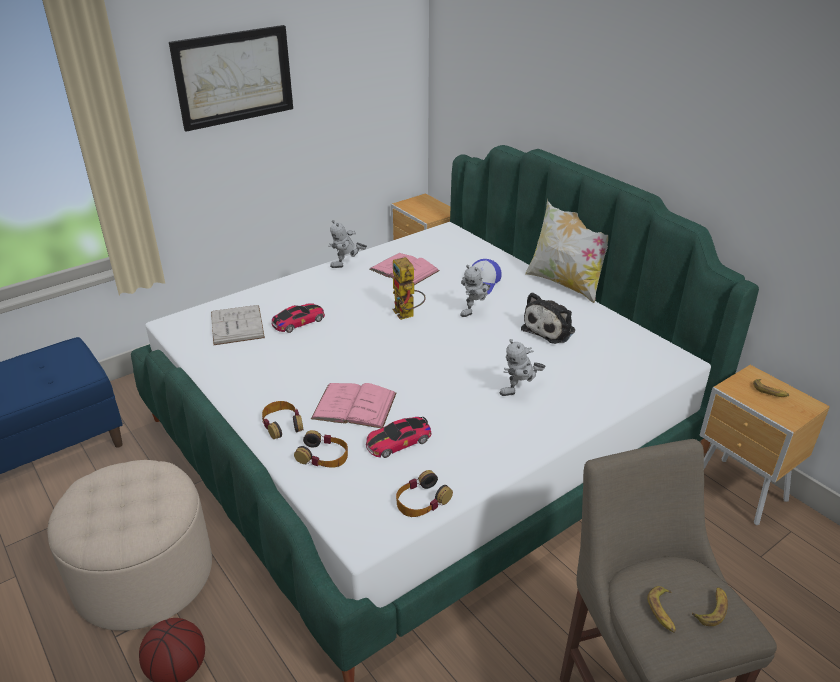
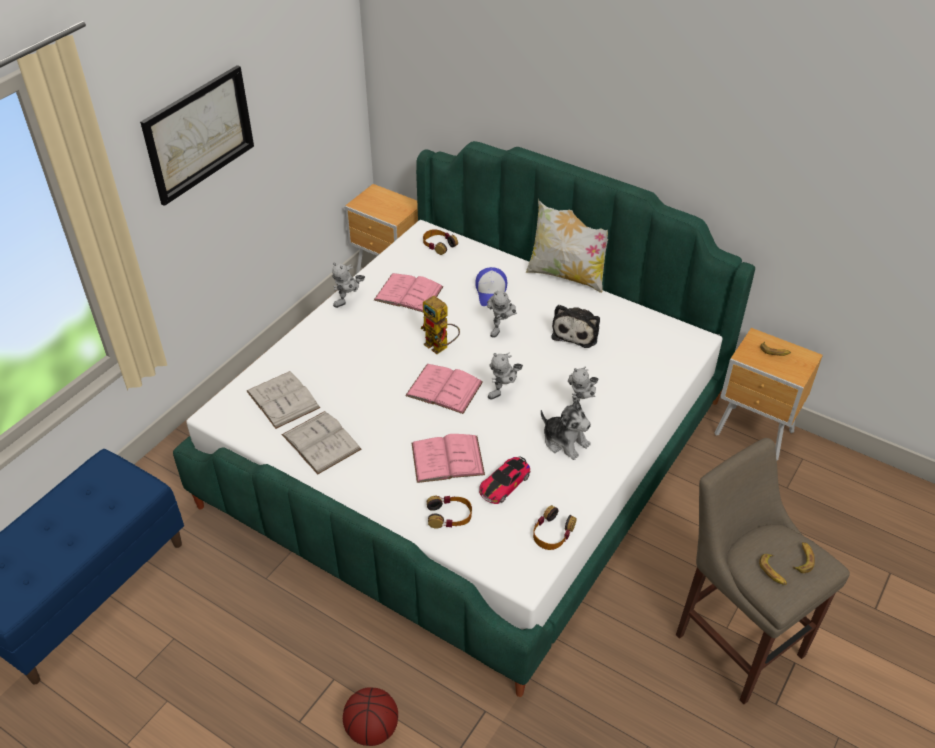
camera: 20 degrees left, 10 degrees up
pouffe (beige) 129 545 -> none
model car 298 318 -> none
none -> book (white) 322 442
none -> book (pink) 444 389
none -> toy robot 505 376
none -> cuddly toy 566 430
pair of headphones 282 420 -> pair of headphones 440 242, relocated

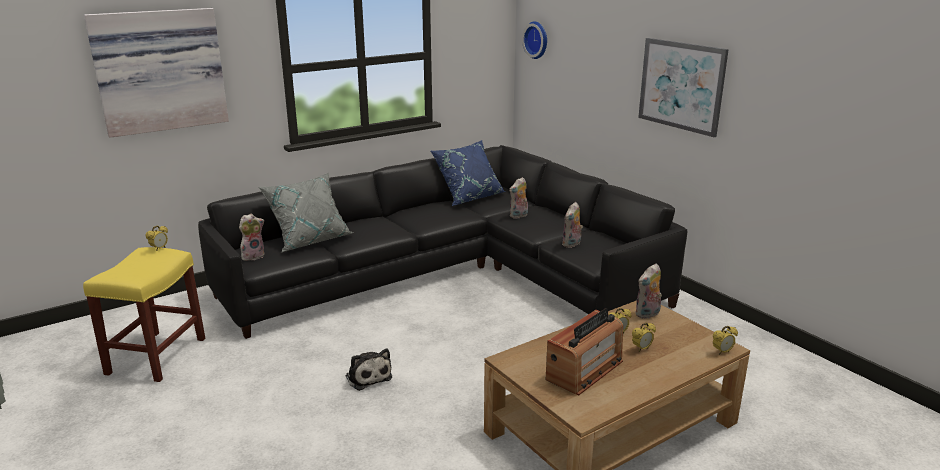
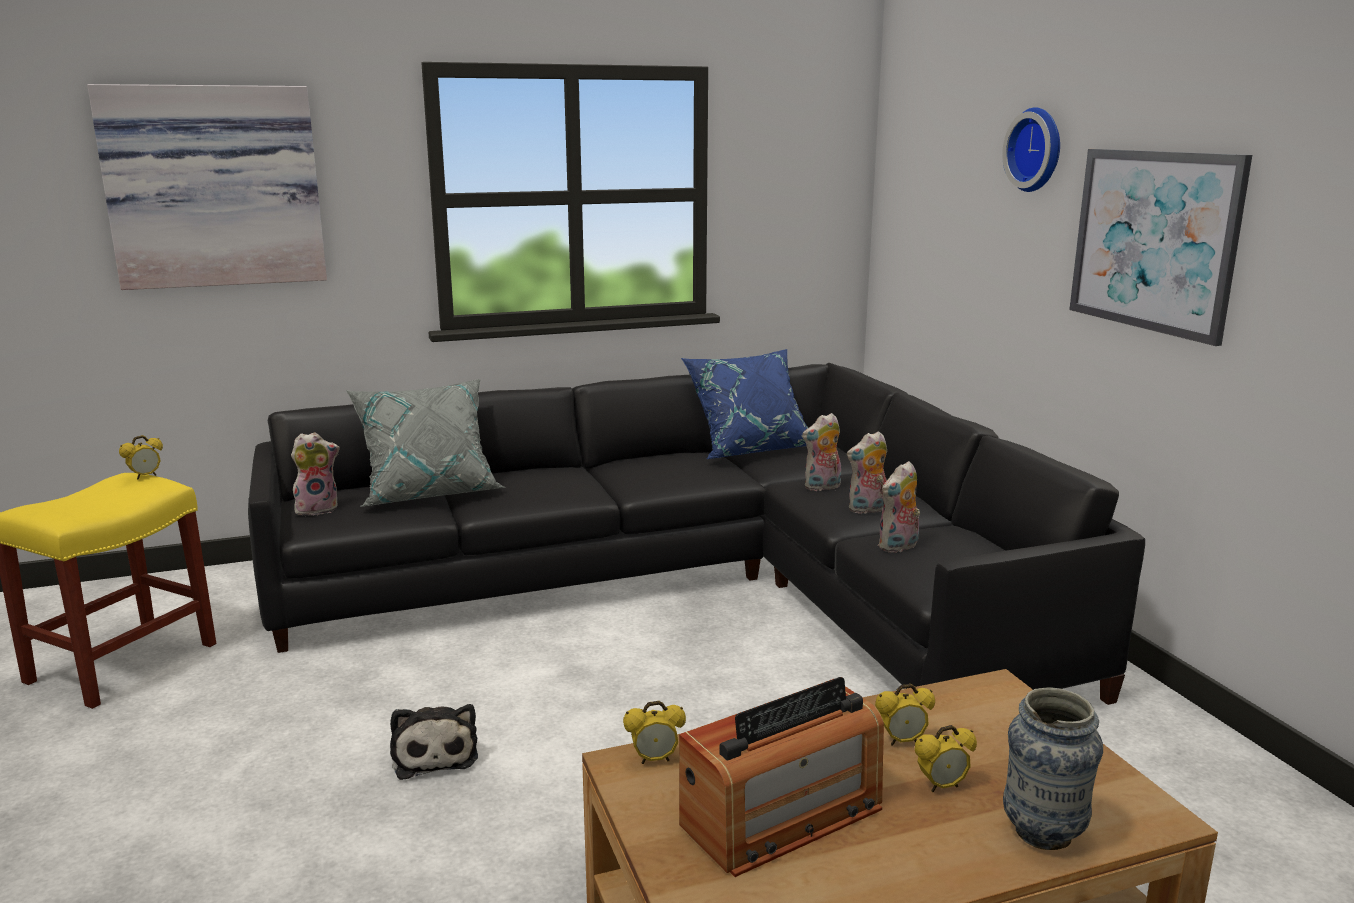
camera: 15 degrees right, 5 degrees down
none -> vase 1053 768
clock on the wall 534 40 -> clock on the wall 1031 149, relocated
cuddly toy 648 291 -> cuddly toy 867 472, relocated
bedside clock 725 340 -> bedside clock 654 732, relocated

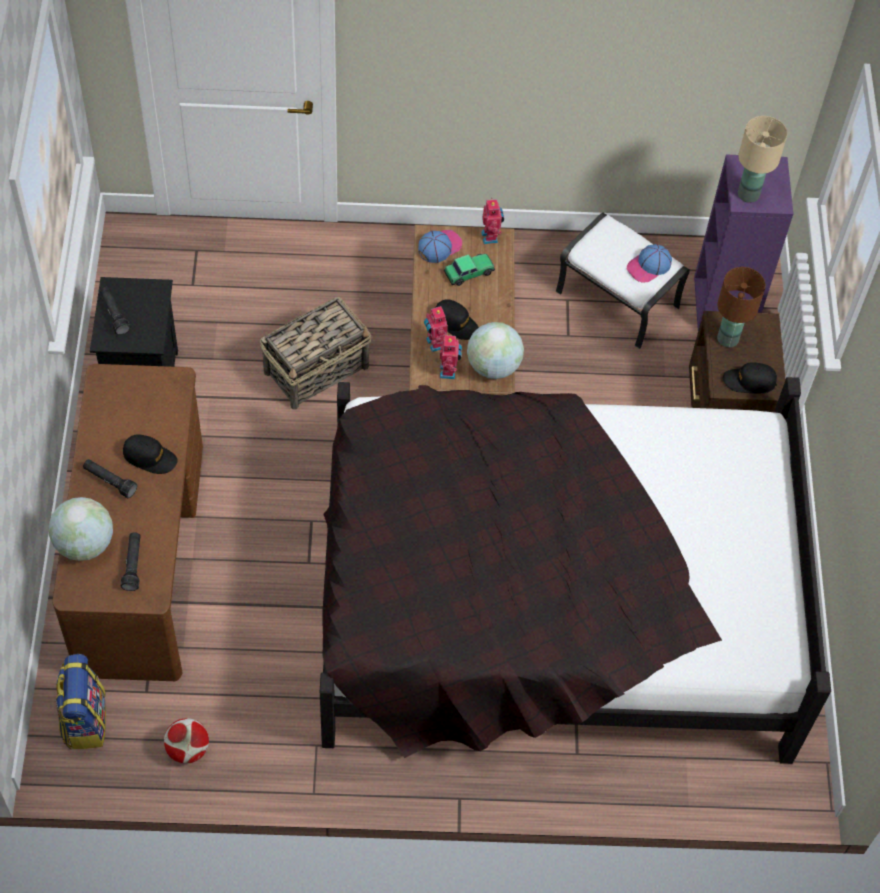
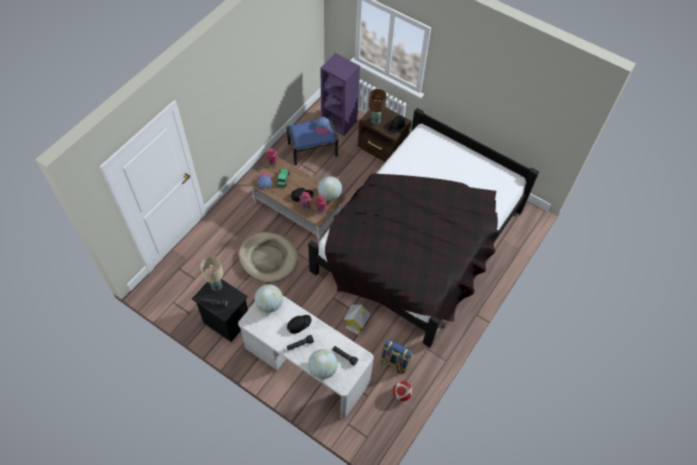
camera: 55 degrees left, 0 degrees up
none -> globe 268 298
none -> toy house 357 320
rucksack 81 701 -> rucksack 397 356, relocated
table lamp (beige) 762 159 -> table lamp (beige) 211 274, relocated
basket 315 353 -> dog bed (beige) 268 257
desk table (brown) 127 522 -> desk table (white) 306 357
pouffe (white) 623 281 -> pouffe (blue-coloured) 312 142

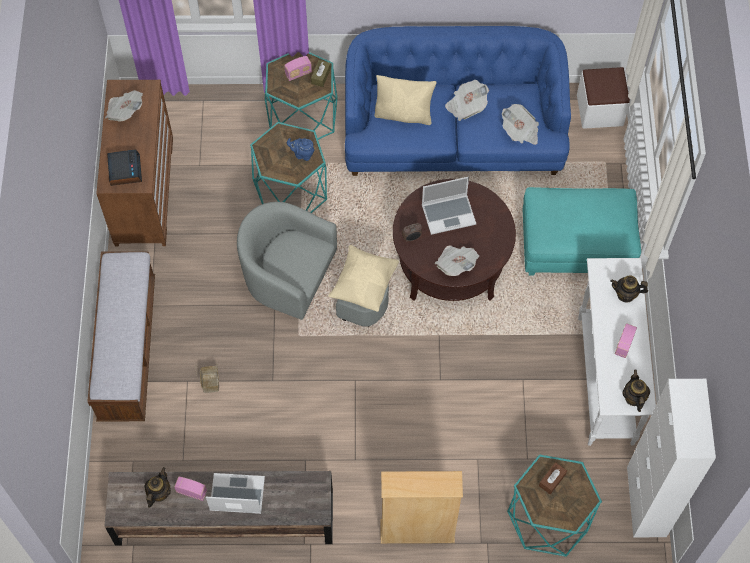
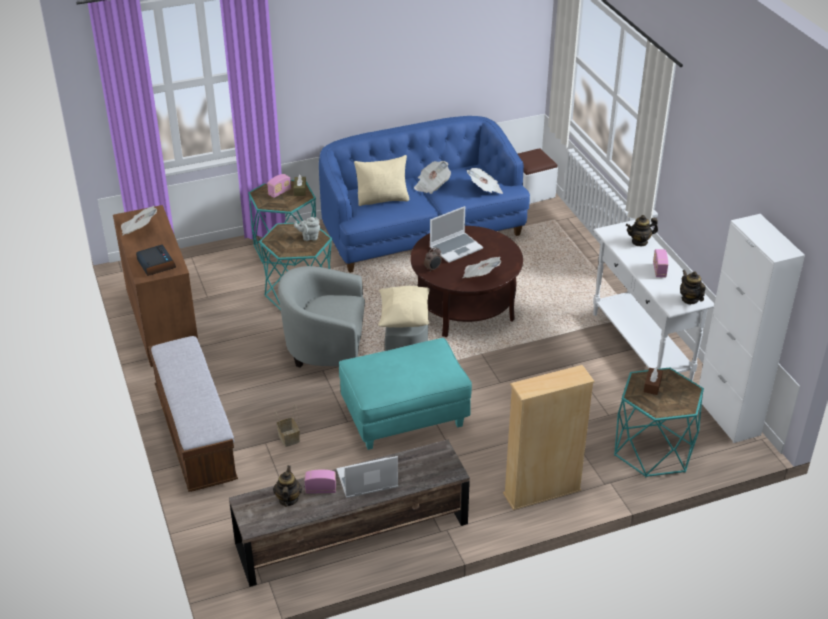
camera: 20 degrees left, 25 degrees down
pouffe (turquoise-coloured) 581 231 -> pouffe (turquoise-coloured) 405 394, relocated
tea pot (blue-coloured) 301 149 -> tea pot (greyish) 307 229

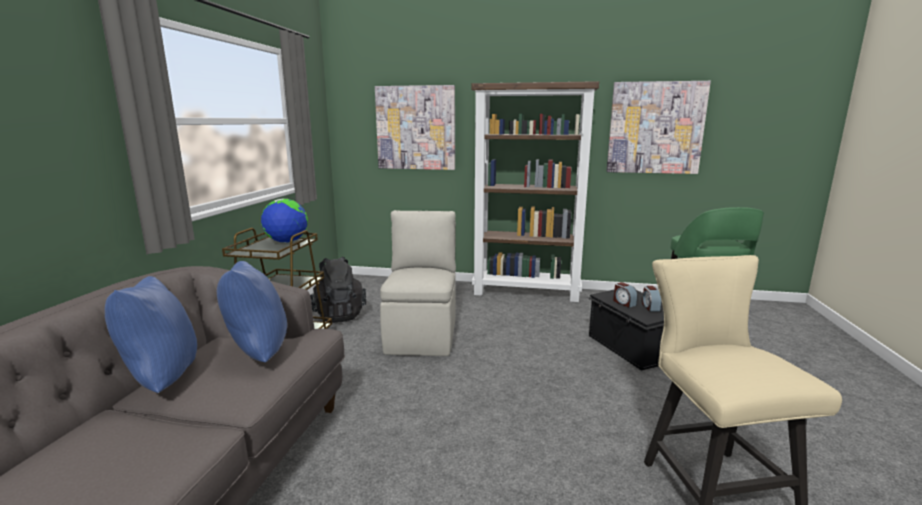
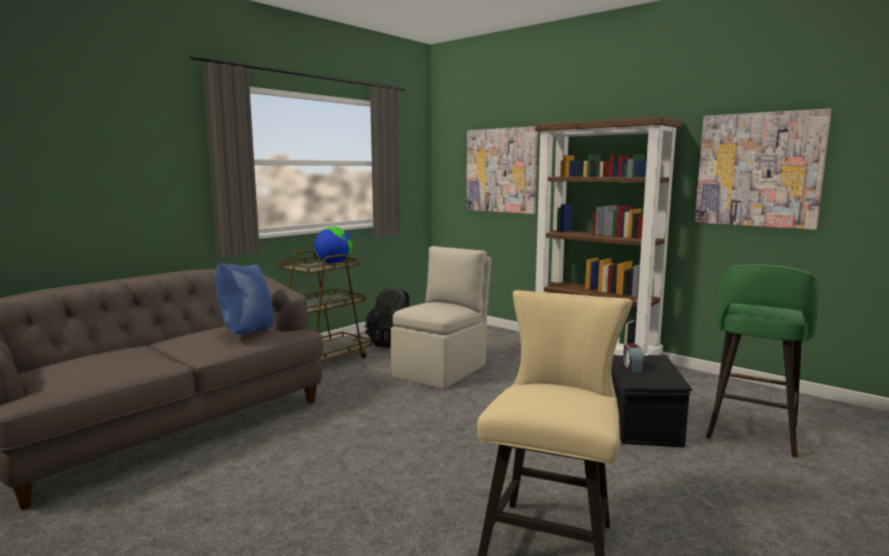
camera: 30 degrees right, 5 degrees down
throw pillow (blue-coloured) 151 334 -> none
bedside clock 652 299 -> none

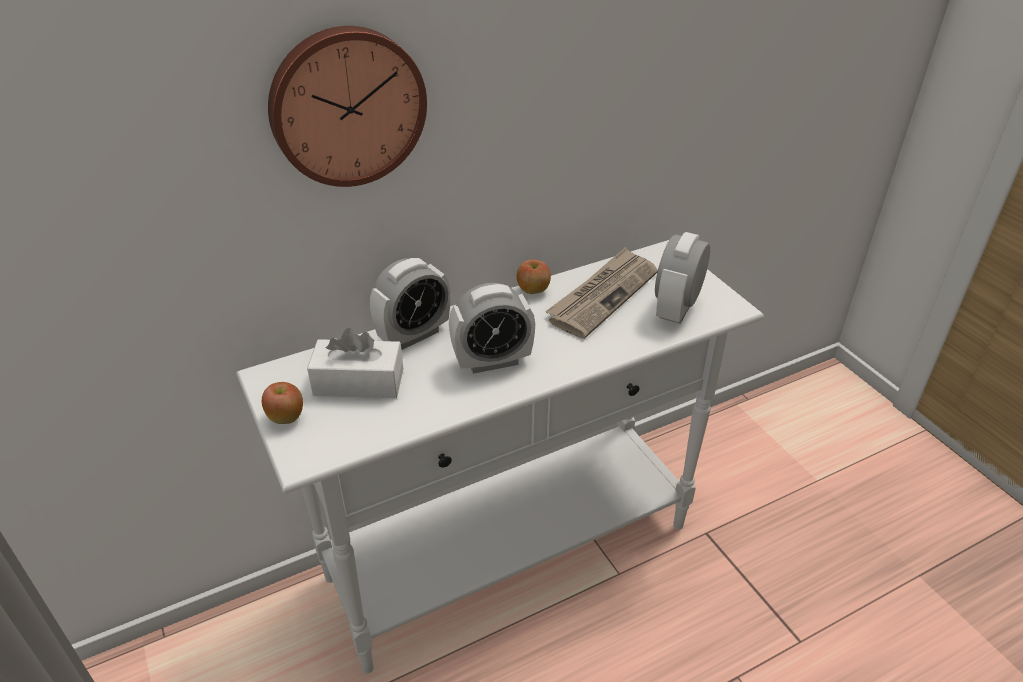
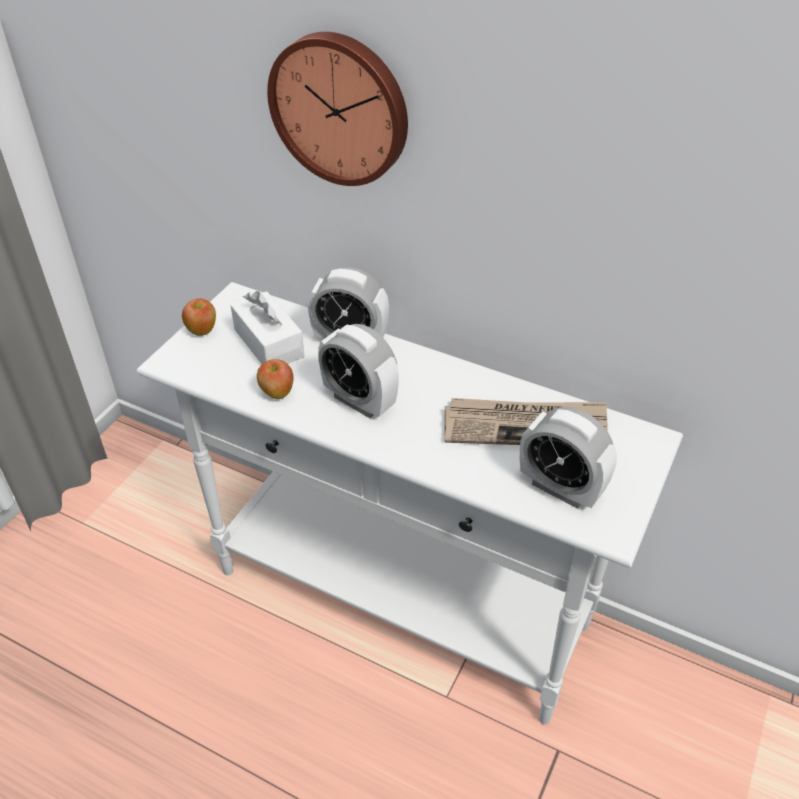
camera: 55 degrees right, 5 degrees up
apple fruit 534 276 -> apple fruit 275 379, relocated
bedside clock 682 278 -> bedside clock 568 458, 135 degrees counterclockwise

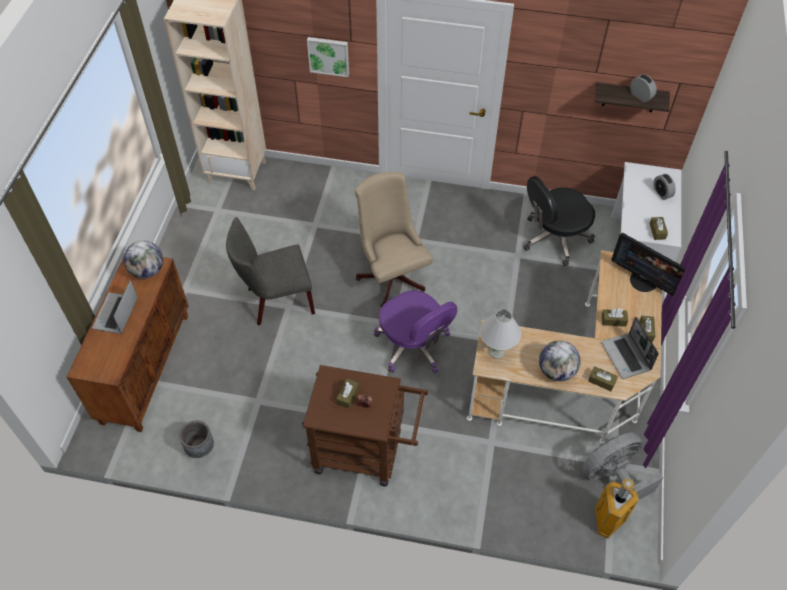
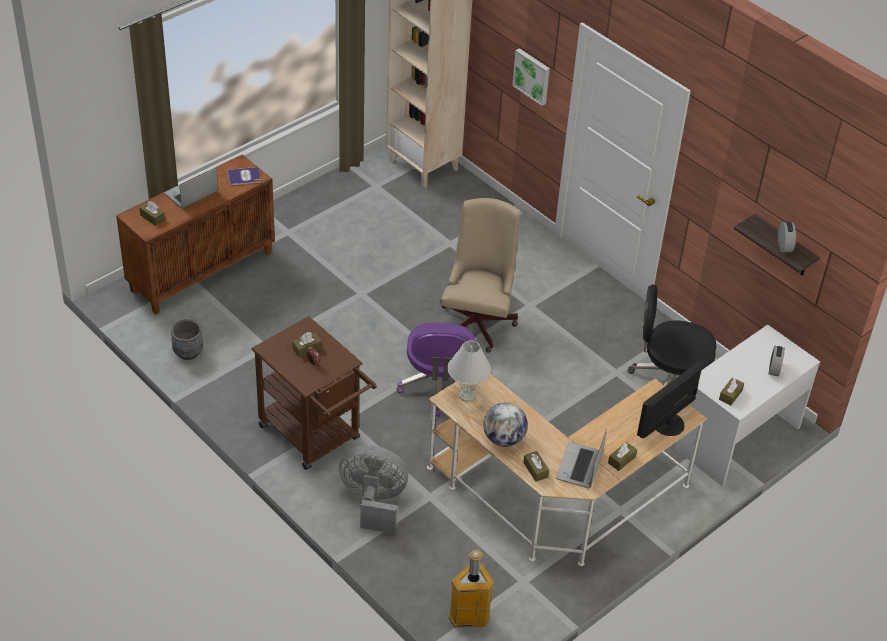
camera: 35 degrees right, 10 degrees down
upright chair (greyish) 270 271 -> none
electric fan (greyish) 623 466 -> electric fan (greyish) 373 489, relocated
tissue box (brown) 615 317 -> tissue box (brown) 152 213, relocated
globe 143 260 -> book 244 176
computer display 648 264 -> computer display 670 399, 60 degrees clockwise

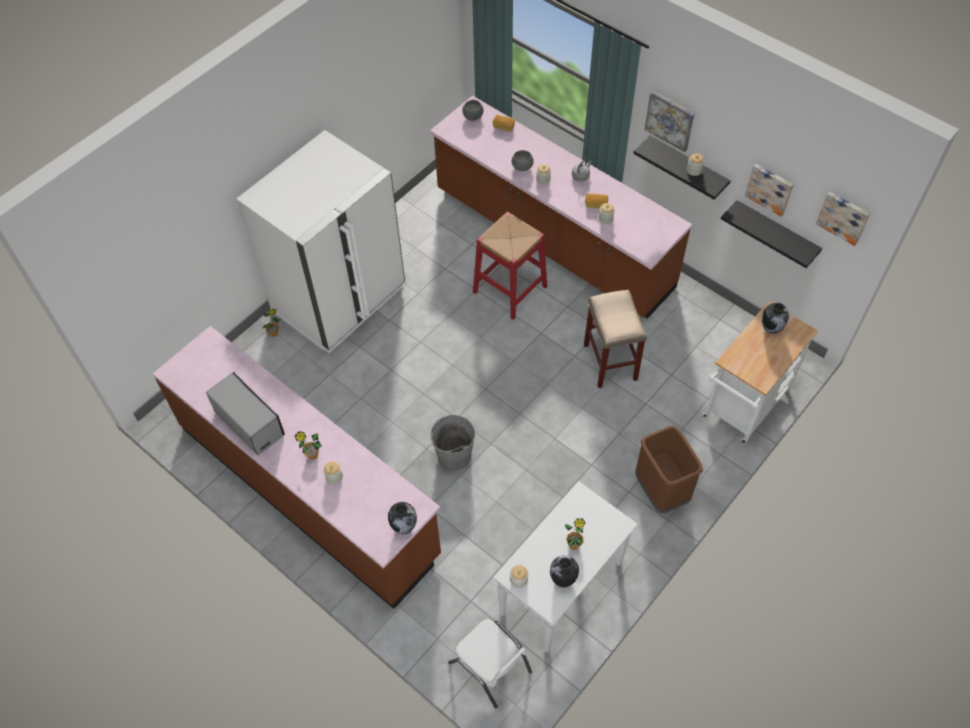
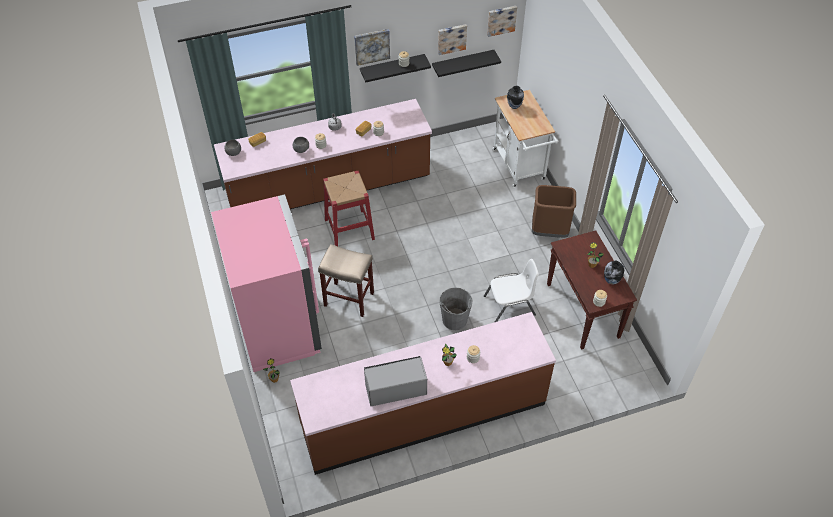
camera: 60 degrees left, 5 degrees down
vase 402 518 -> none
upright chair (white) 490 664 -> upright chair (white) 511 290, relocated
stool seat (beige) 615 339 -> stool seat (beige) 346 280, relocated
kitchen fridge (white) 320 241 -> kitchen fridge (pink) 266 283
hall table (white) 565 567 -> hall table (brown) 592 290

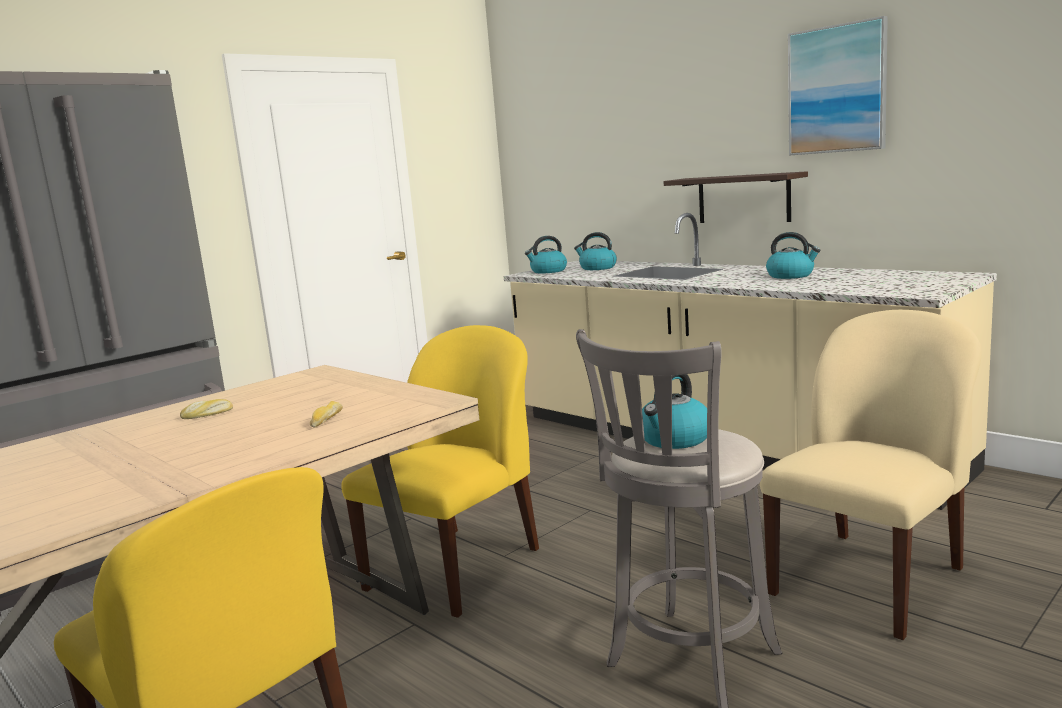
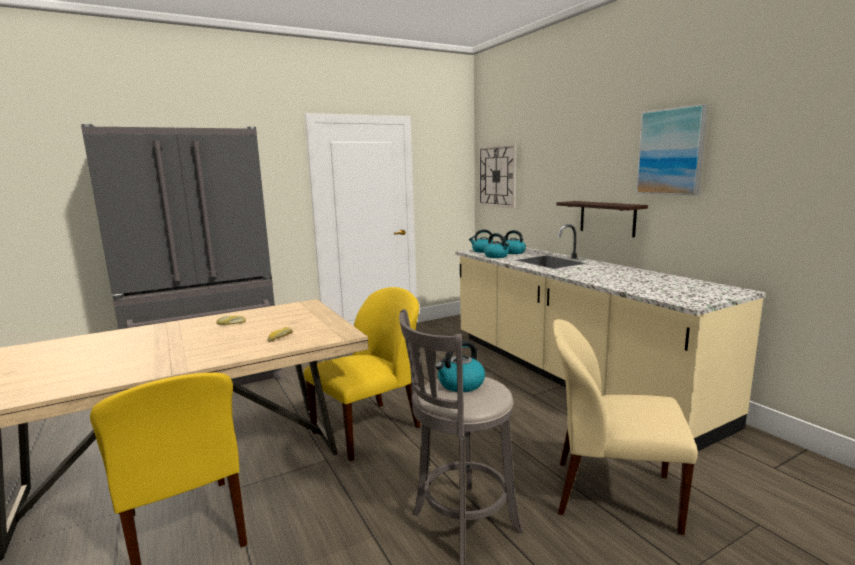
camera: 15 degrees right, 0 degrees up
none -> clock on the wall 497 176
water kettle 793 255 -> water kettle 496 245, relocated
upright chair (beige) 870 475 -> upright chair (beige) 625 427, 135 degrees counterclockwise

